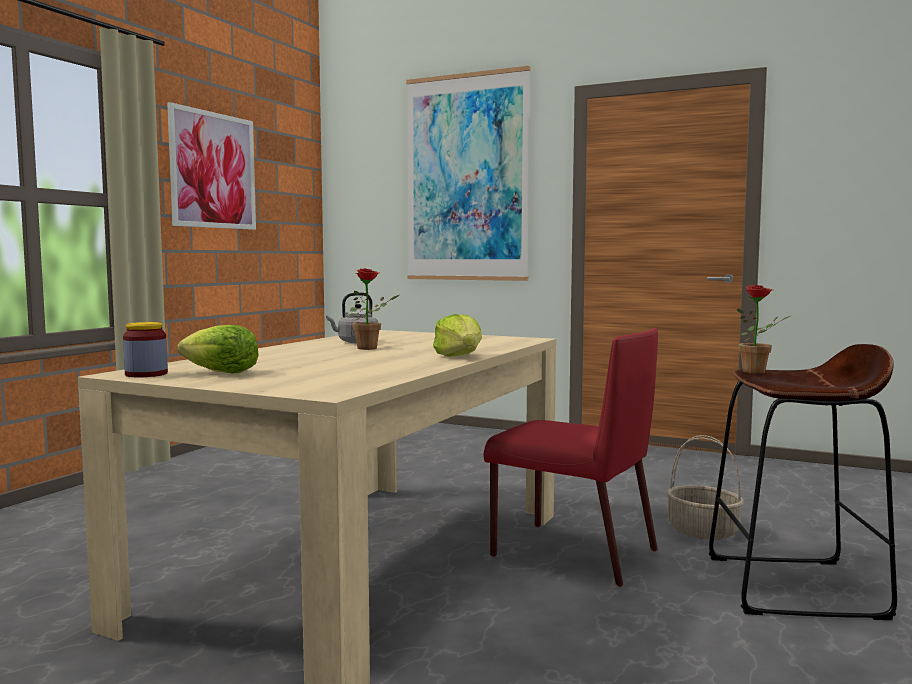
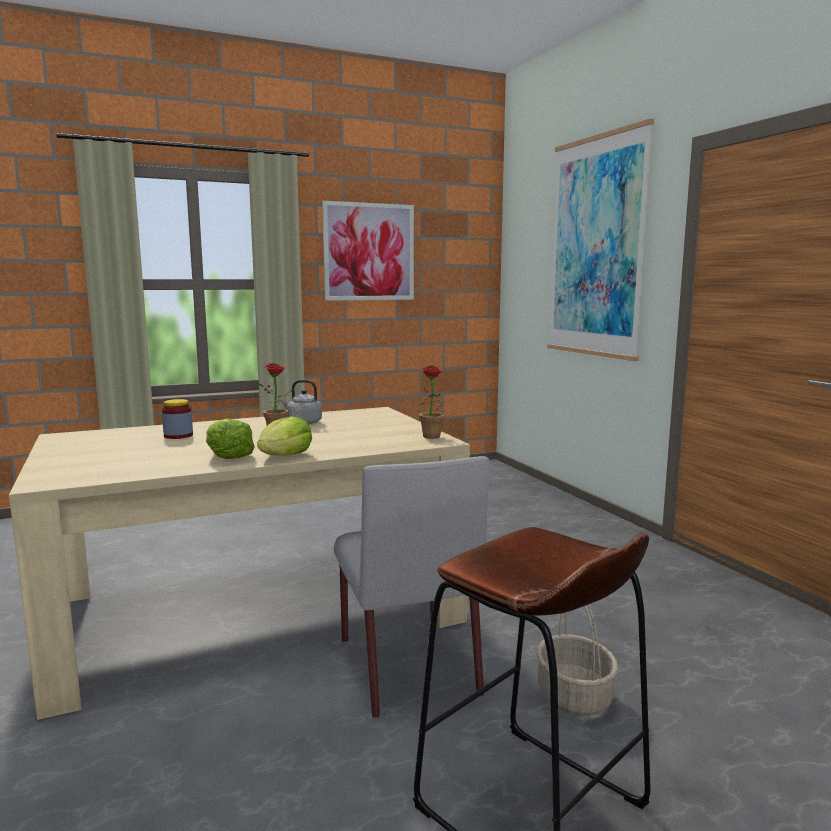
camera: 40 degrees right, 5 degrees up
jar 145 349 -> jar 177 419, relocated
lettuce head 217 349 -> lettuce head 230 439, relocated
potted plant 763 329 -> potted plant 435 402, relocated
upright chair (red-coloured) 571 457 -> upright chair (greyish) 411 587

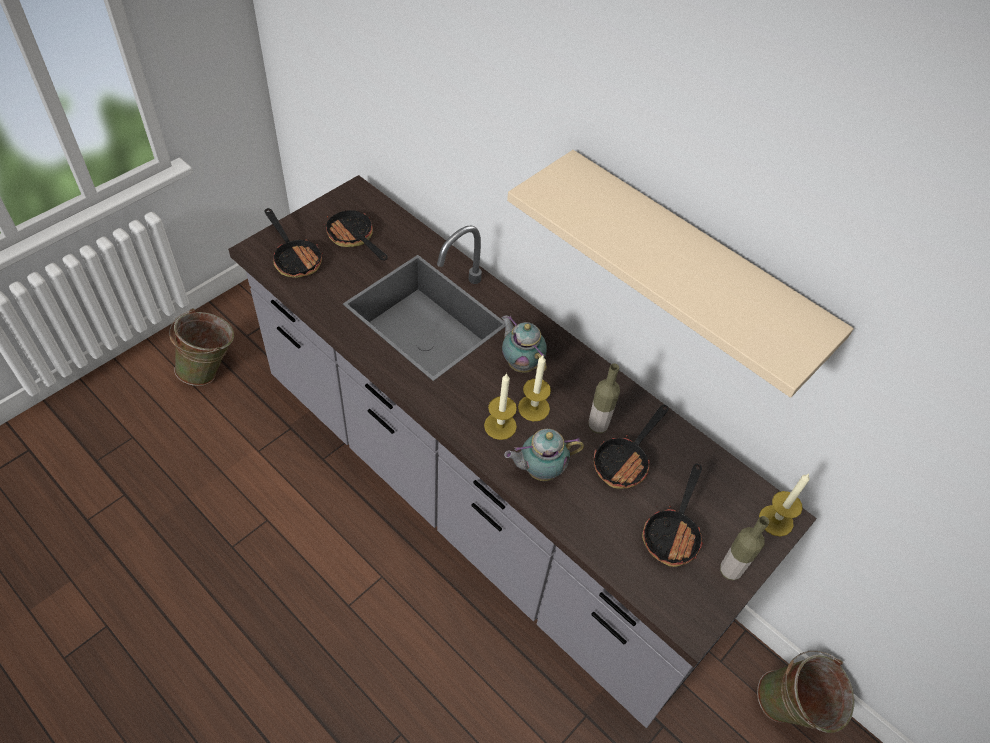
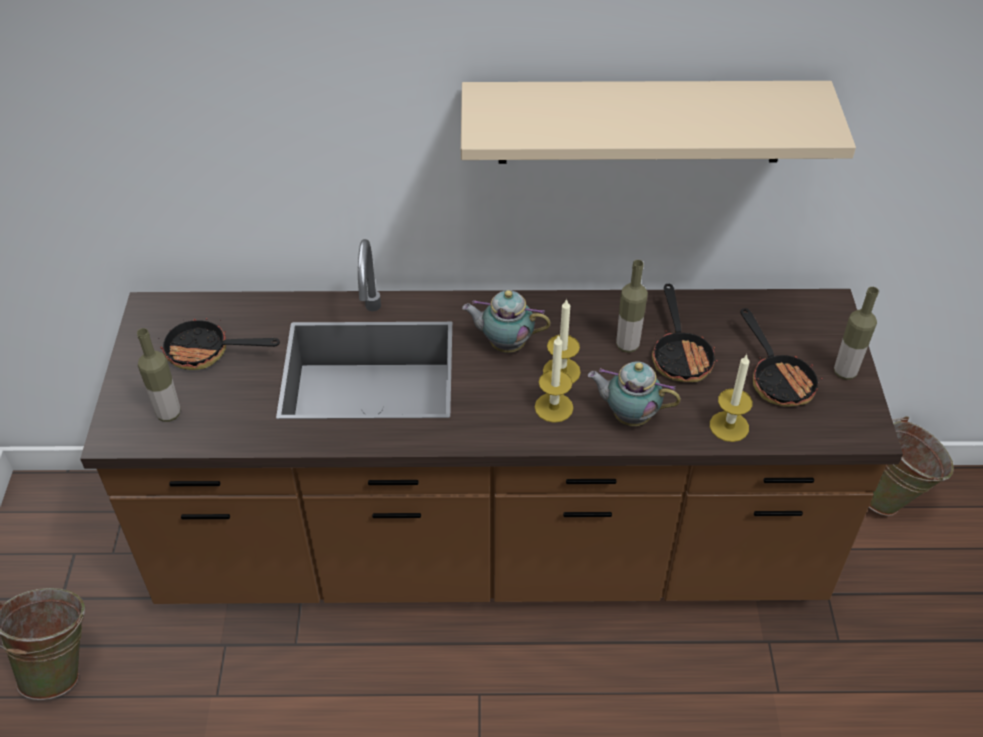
camera: 40 degrees left, 5 degrees down
wax light 784 505 -> wax light 731 398, relocated
skillet 293 243 -> drink bottle 158 375
kitchen counter (greyish) 522 451 -> kitchen counter (brown) 491 421
tea pot 544 455 -> tea pot 634 394, 75 degrees clockwise

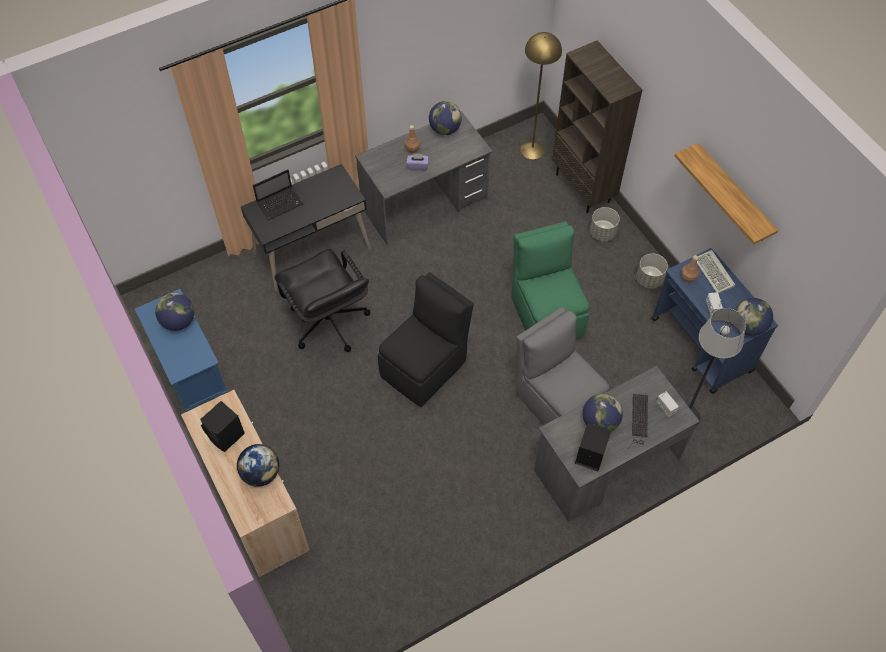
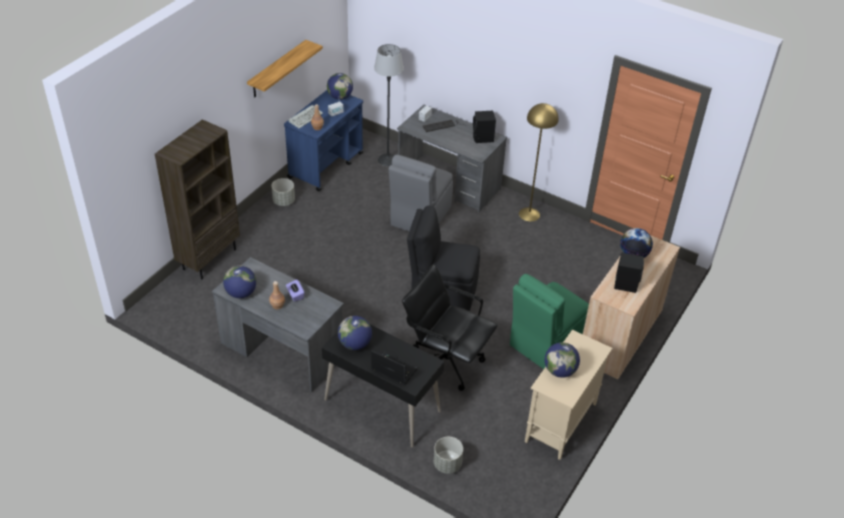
camera: 120 degrees left, 15 degrees down
upright chair (greenish) 550 280 -> upright chair (greenish) 549 321, relocated
floor lamp (yellow-coloured) 541 95 -> floor lamp (yellow-coloured) 539 162, relocated
globe 603 413 -> globe 355 333, relocated
flower pot (greyish) 605 224 -> flower pot (greyish) 448 455, relocated
storage cabinet (blue-coloured) 181 350 -> storage cabinet (beige) 569 395
desk chair (black) 322 300 -> desk chair (black) 450 327, 90 degrees counterclockwise

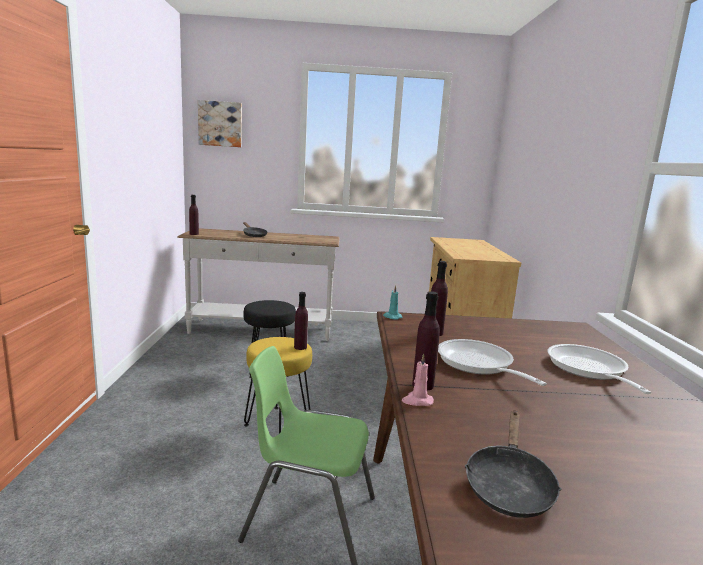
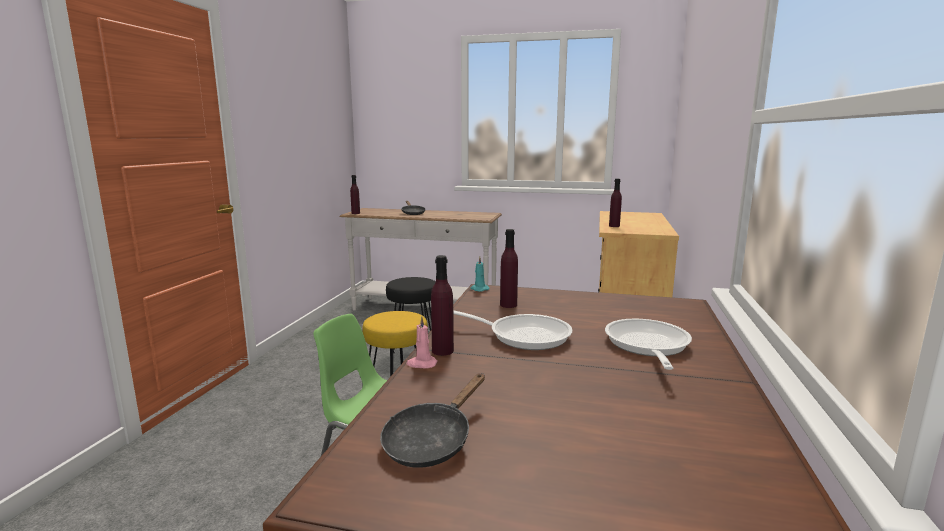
camera: 15 degrees right, 0 degrees up
wall art 220 123 -> none
drink bottle (purple) 301 321 -> drink bottle (purple) 615 203, relocated
skillet 492 362 -> skillet 512 330, 120 degrees clockwise

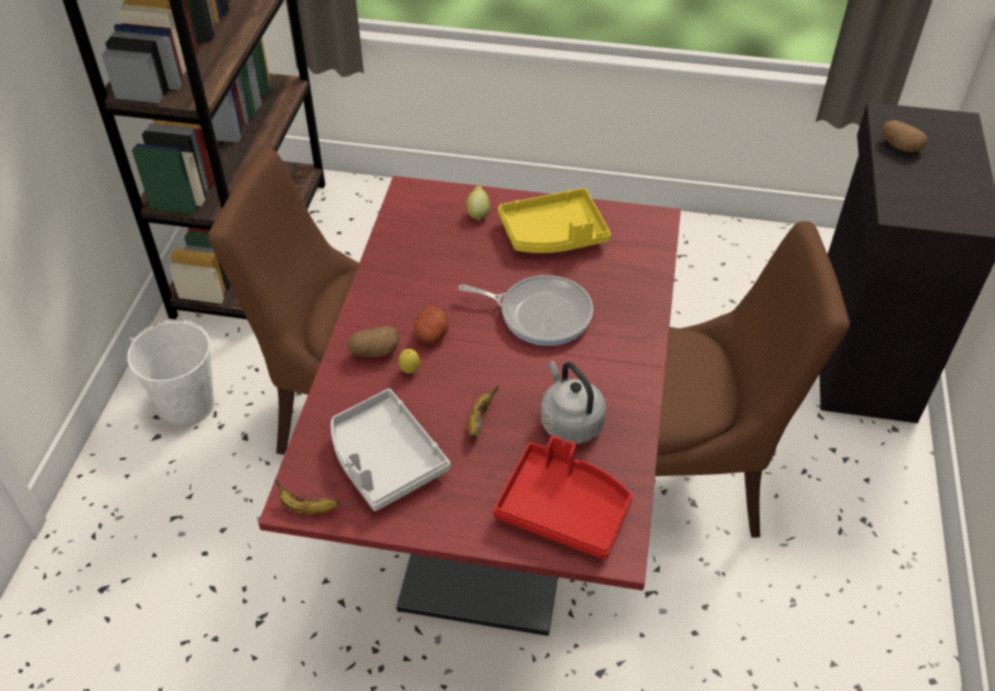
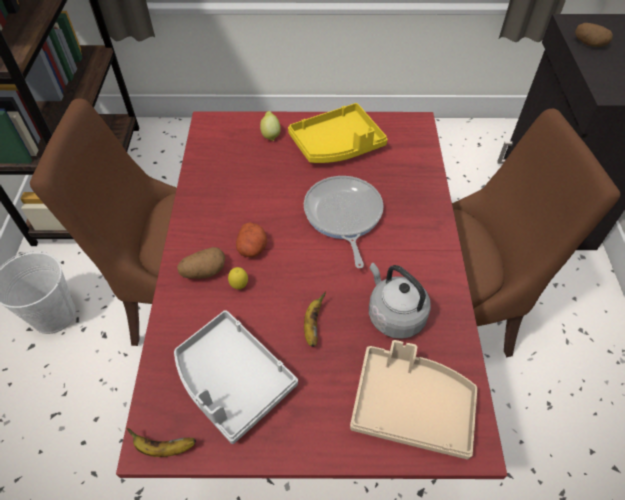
camera: 10 degrees left, 5 degrees up
serving tray (red-coloured) 562 497 -> serving tray (beige) 413 399
skillet 525 310 -> skillet 343 222, 105 degrees counterclockwise

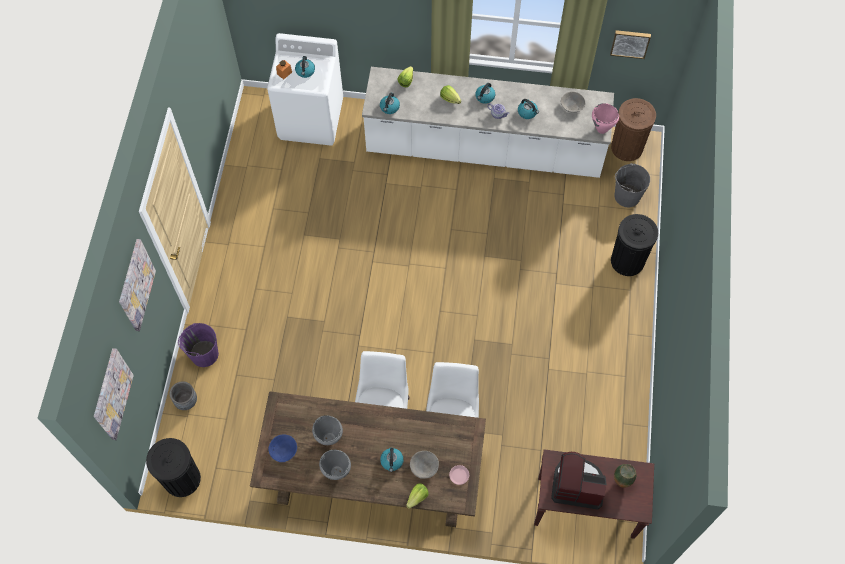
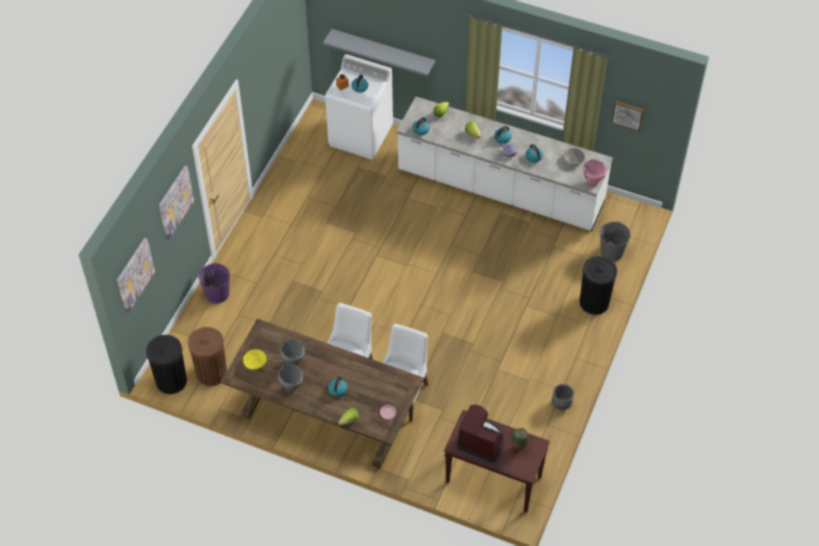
camera: 15 degrees right, 10 degrees down
serving bowl (greyish) 424 465 -> none
none -> shelf (greyish) 379 52
flower pot (greyish) 183 395 -> flower pot (greyish) 563 397, relocated
waste bin (brown) 633 129 -> waste bin (brown) 207 356, relocated
serving bowl (blue-coloured) 283 448 -> serving bowl (yellow-coloured) 254 359

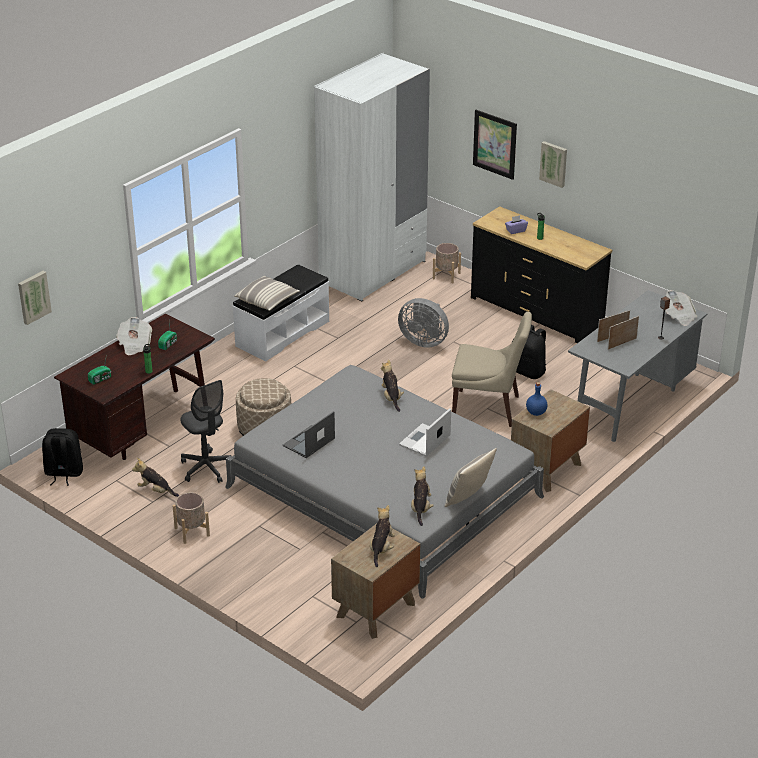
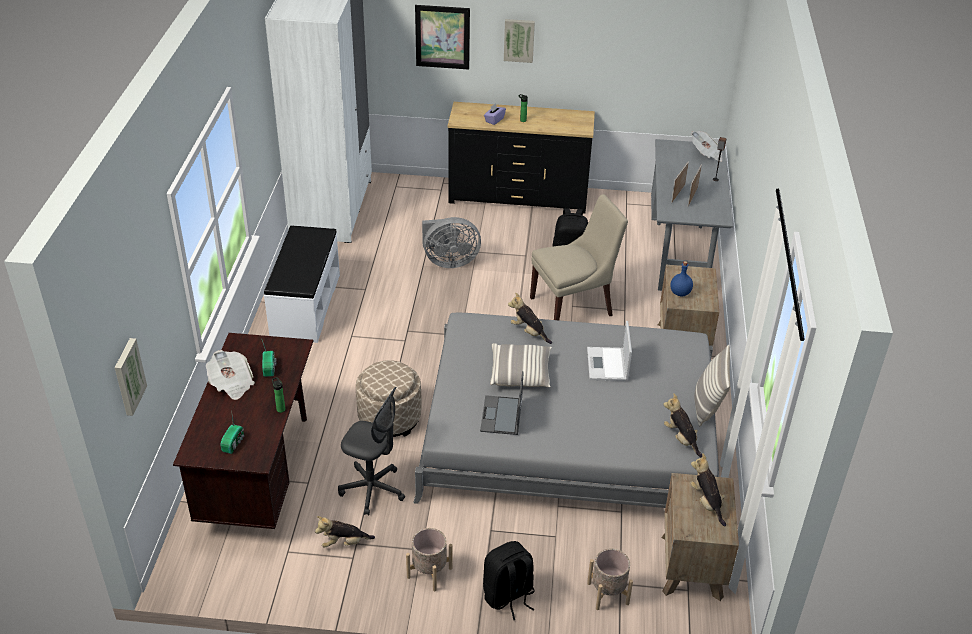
camera: 35 degrees left, 5 degrees up
rucksack (black) 62 457 -> rucksack (black) 509 580, relocated
throw pillow 266 293 -> throw pillow 521 365, relocated
flower pot (beige) 447 263 -> flower pot (beige) 610 579, relocated

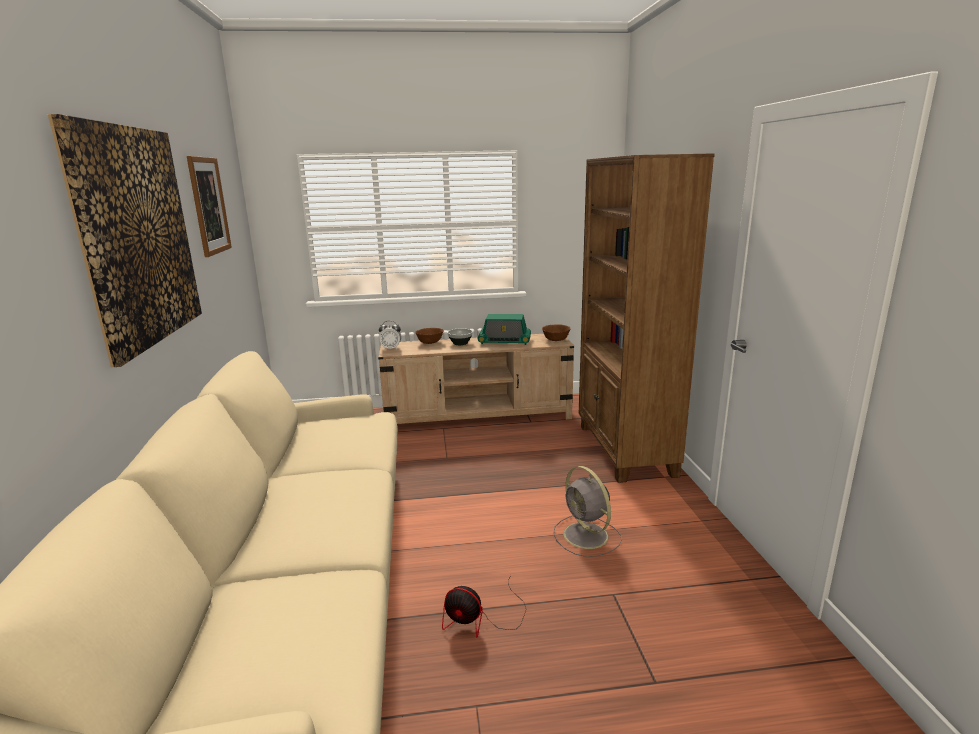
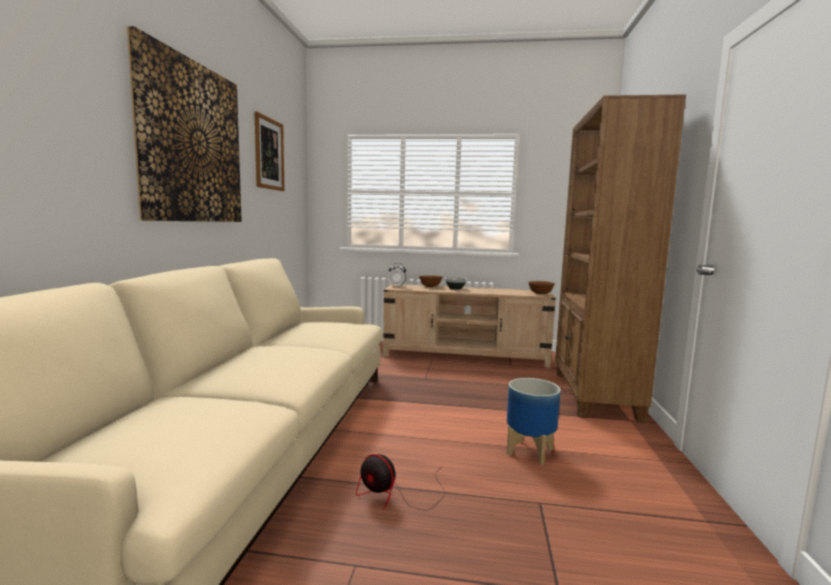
camera: 15 degrees right, 10 degrees down
radio set 504 329 -> none
electric fan (greyish) 587 511 -> flower pot 534 421

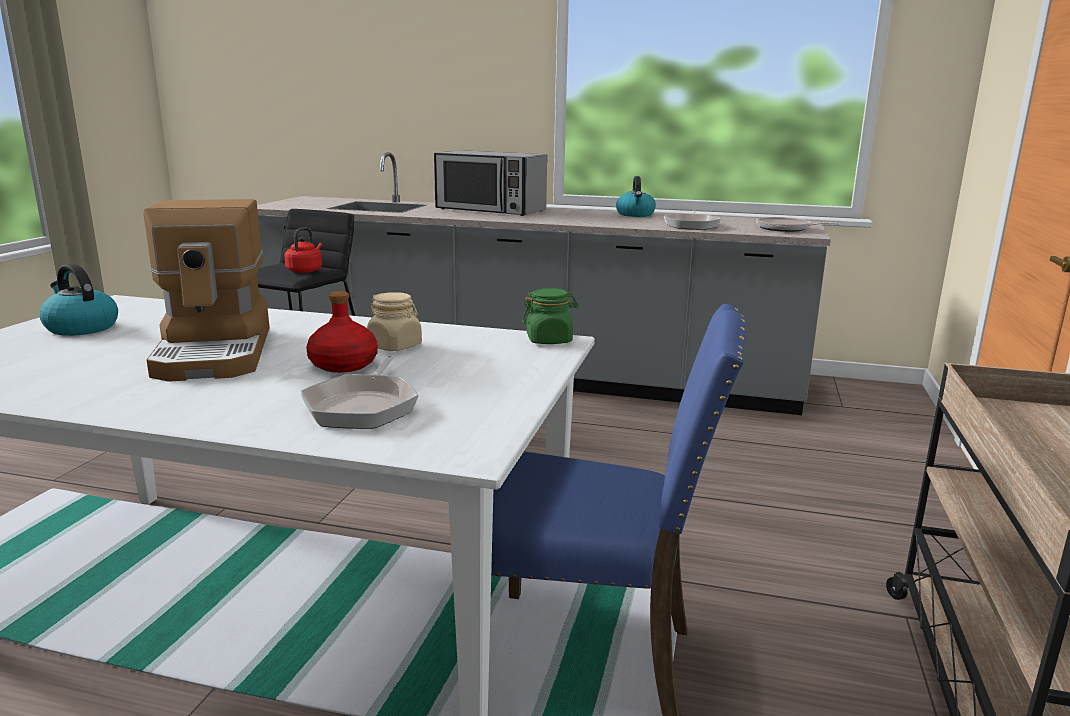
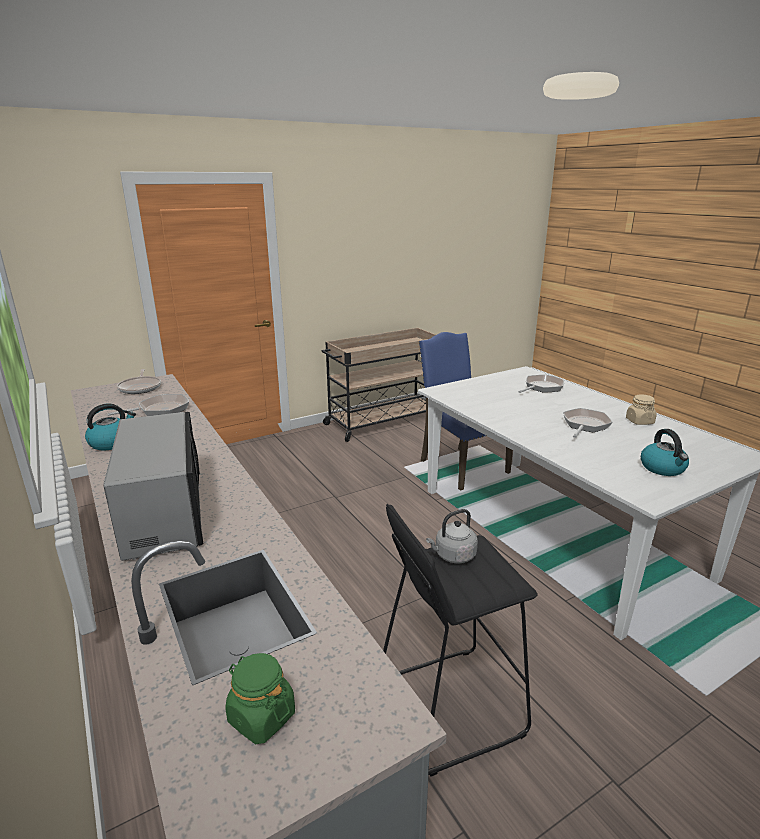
camera: 135 degrees left, 5 degrees up
drink bottle (red-coloured) 342 332 -> none
jar (beige) 394 321 -> jar (beige) 641 409, relocated
jar (greenish) 550 316 -> jar (greenish) 260 698, relocated
coffee machine 206 290 -> skillet 588 423
water kettle (red-coloured) 303 250 -> water kettle (greyish) 452 536

